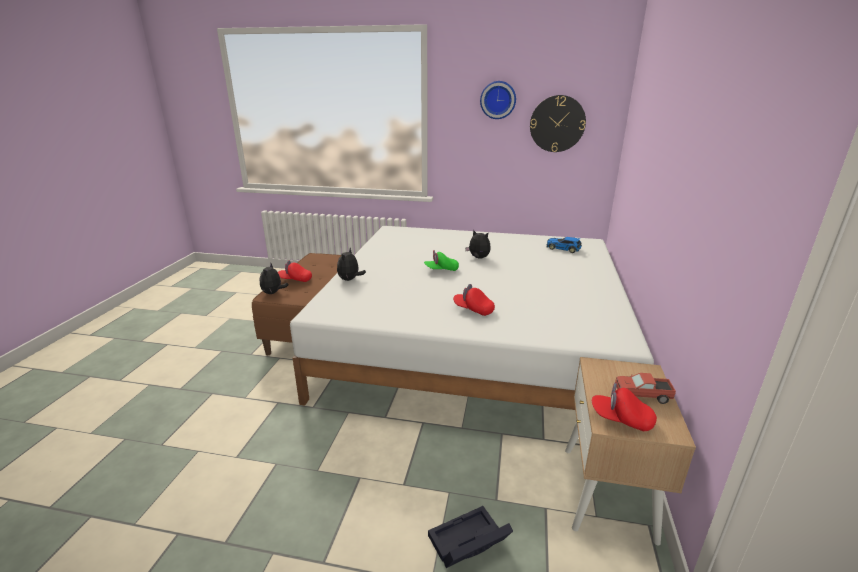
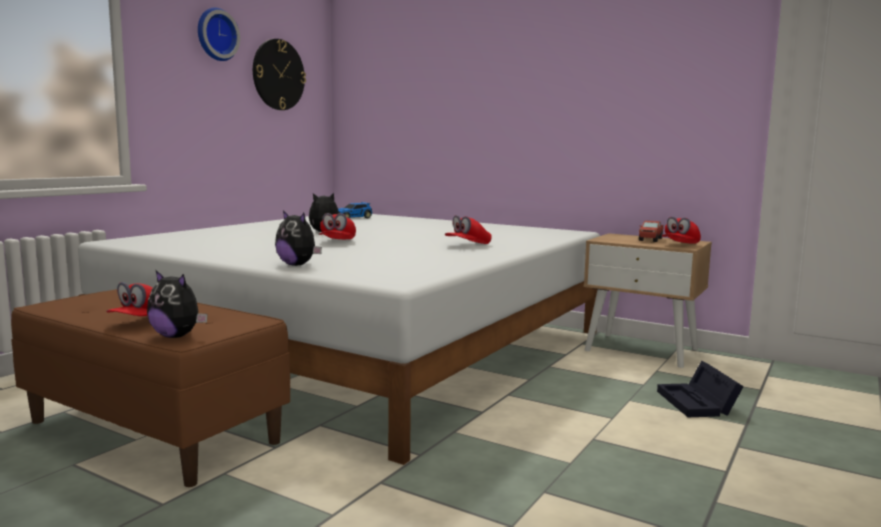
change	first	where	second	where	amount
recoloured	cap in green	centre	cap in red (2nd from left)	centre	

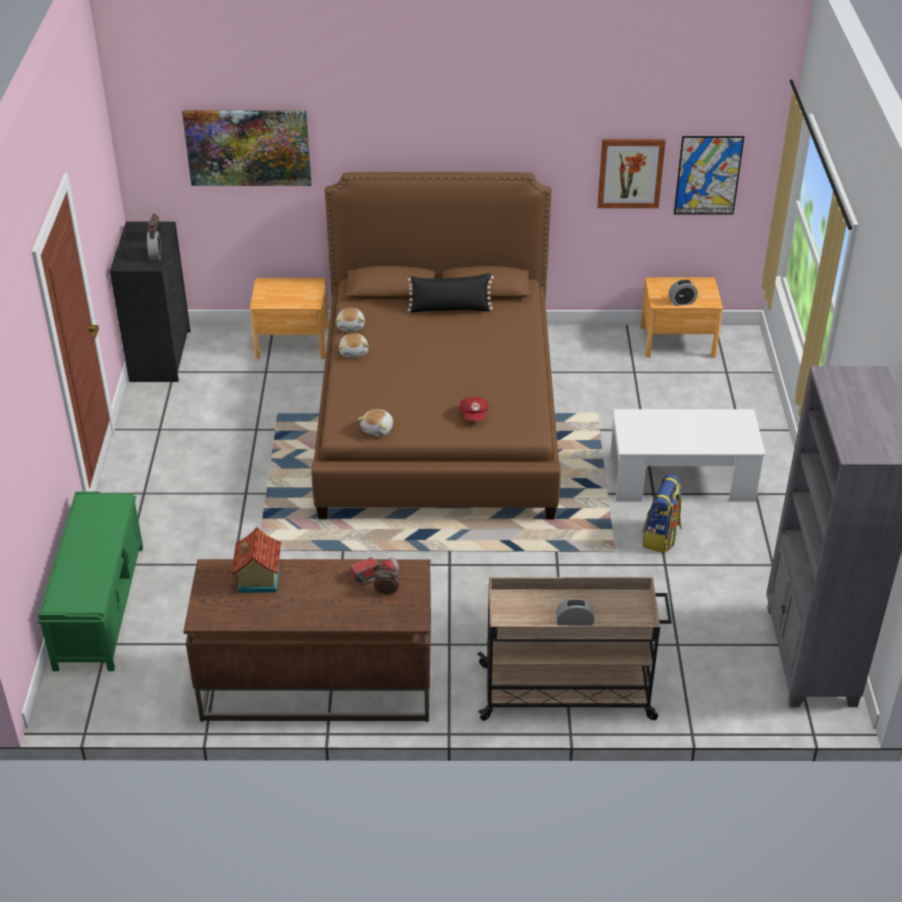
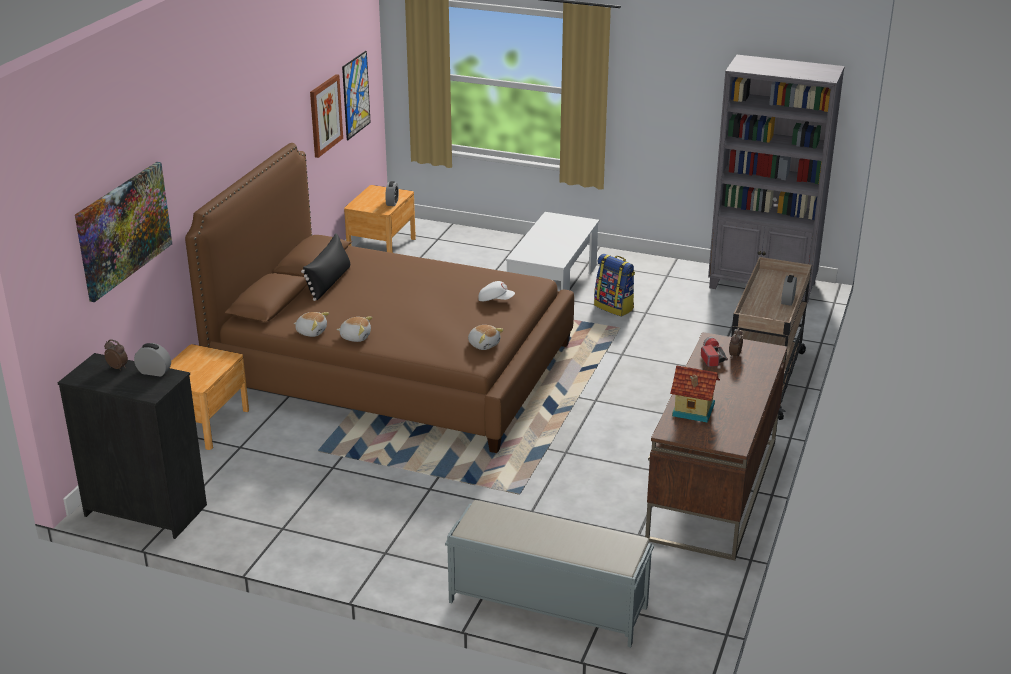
change	first	where	second	where	amount
recoloured	cap in red	centre	cap in white	centre	
recoloured	bench in green	middle left	bench in grey	bottom centre	

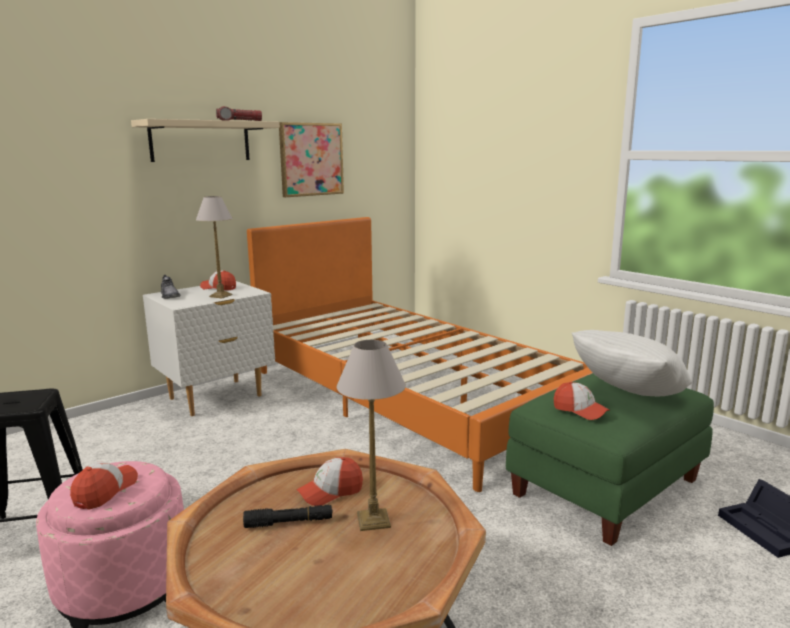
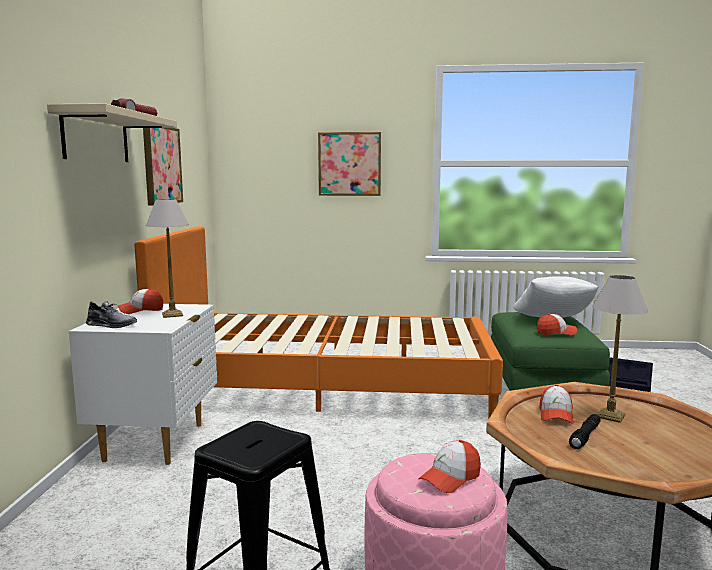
change	first	where	second	where	amount
turned	cap (1st from left in the first image)	bottom left	cap (2nd from left)	bottom centre	105 degrees counterclockwise
added			picture (2nd from left)	top centre	

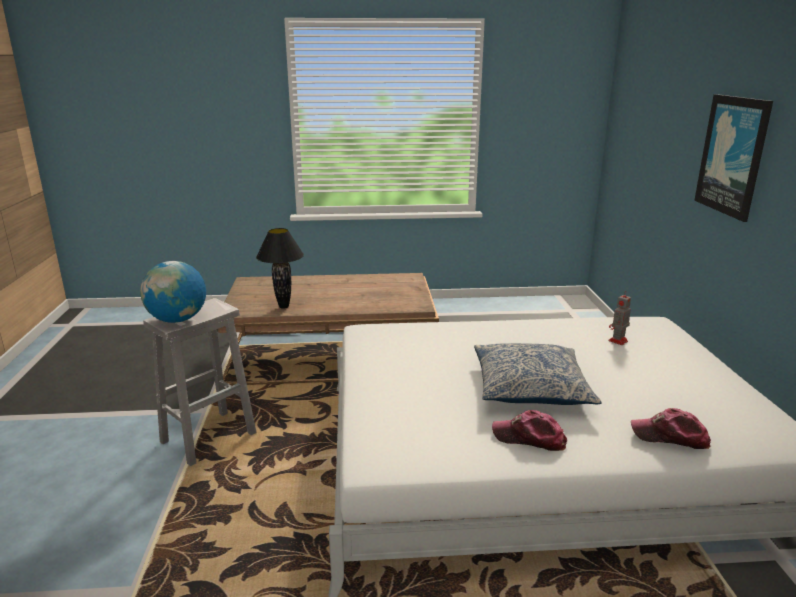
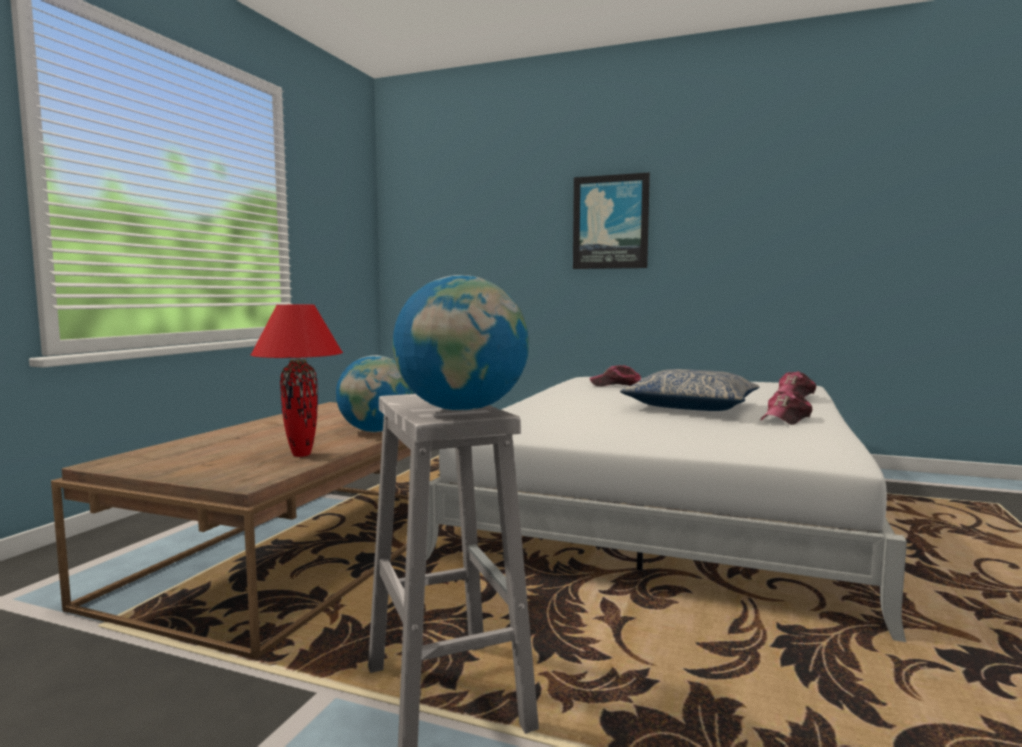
change	first	where	second	where	amount
recoloured	table lamp in black	centre	table lamp in red	middle left	
replaced	toy robot	middle right	cap (1st from left)	centre	
added			globe (1st from left)	centre	

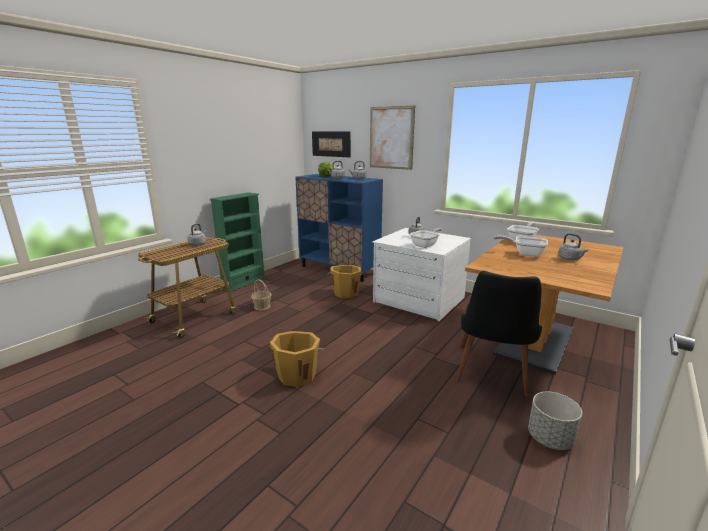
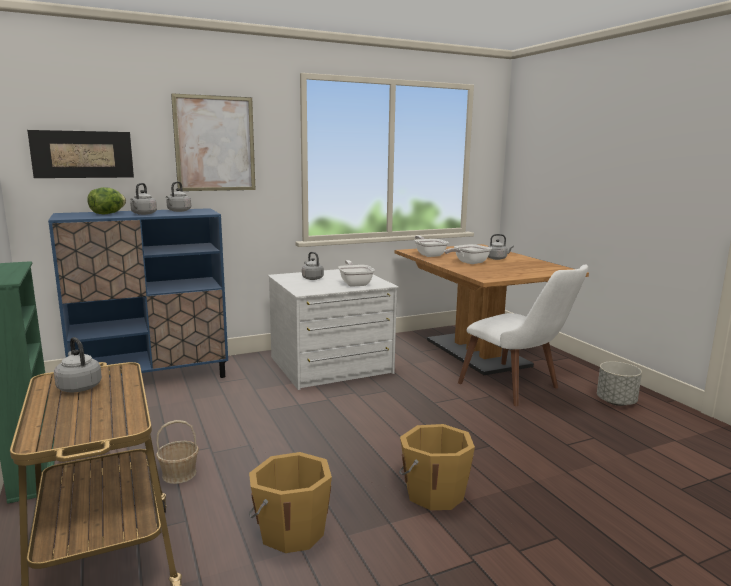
change	first	where	second	where	amount
moved	bucket in orange (2nd from left in the first image)	centre	bucket in orange (1st from left)	bottom centre	
recoloured	chair in black	middle right	chair in white	middle right	

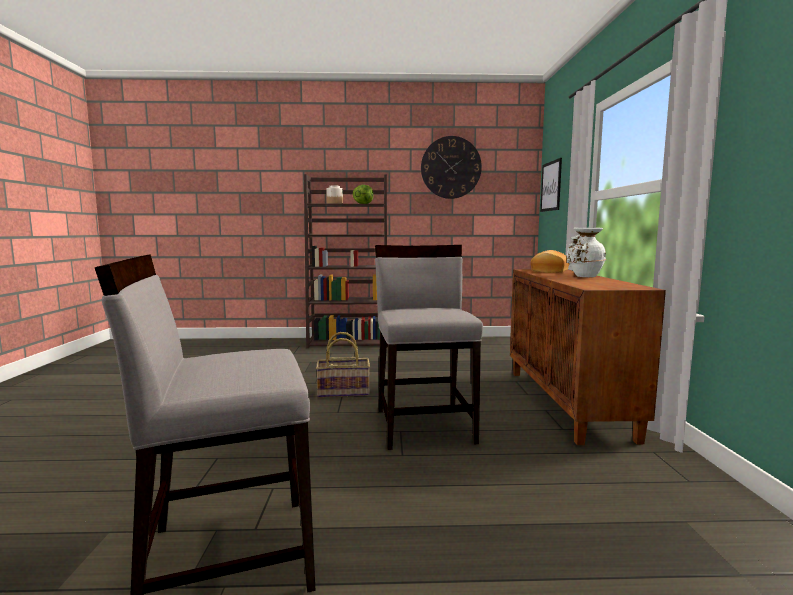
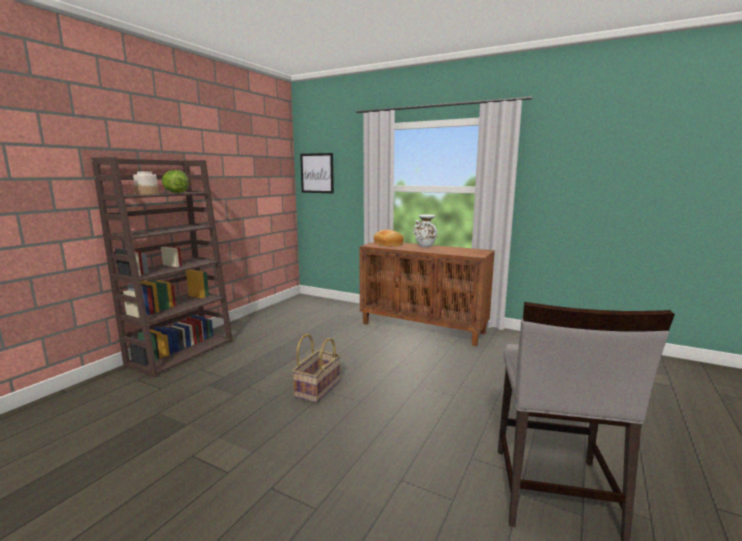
change	first	where	second	where	amount
removed	wall clock	top centre			
removed	chair in grey (2nd from left)	centre			

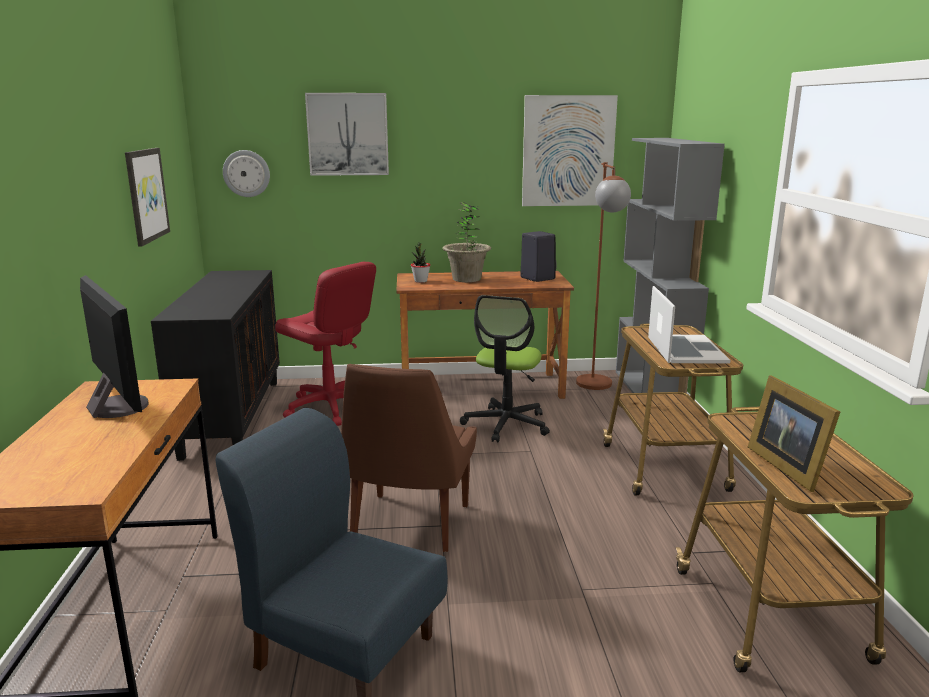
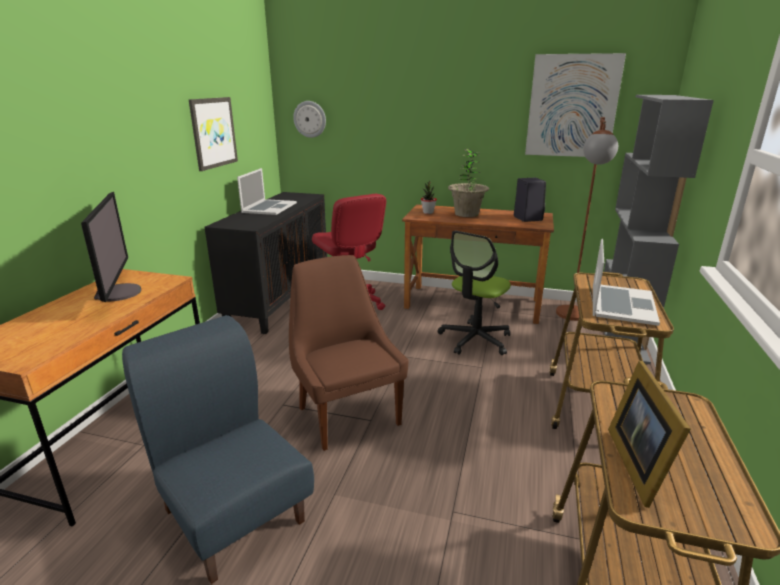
change	first	where	second	where	amount
removed	picture (2nd from left)	top centre			
turned	chair in brown	centre		centre	120 degrees clockwise
added			laptop (1st from left)	top centre	

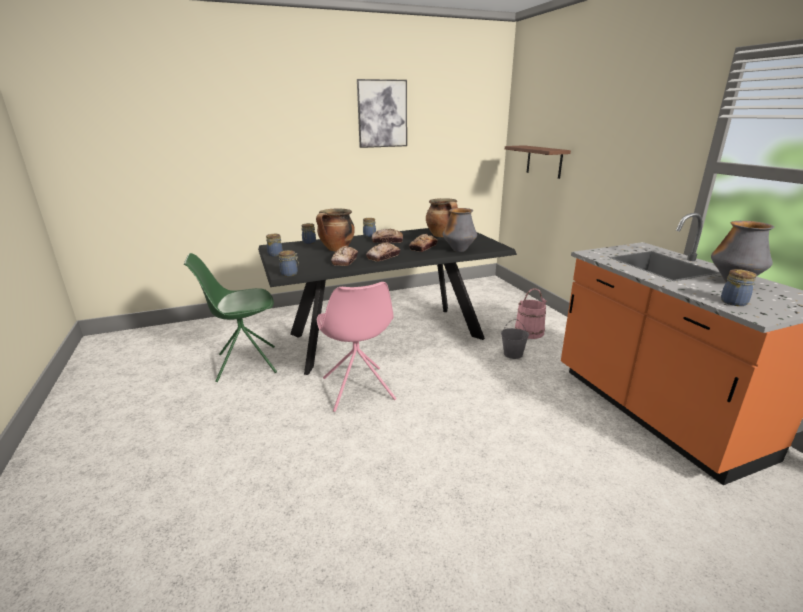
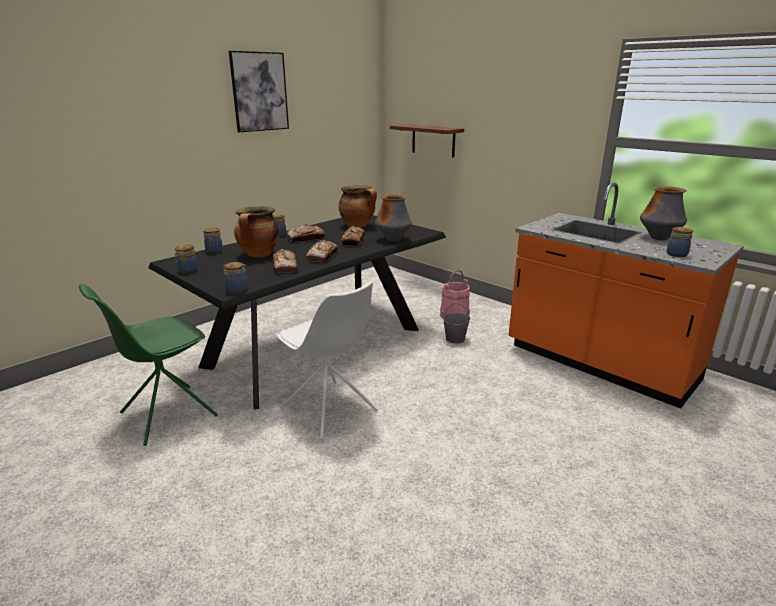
change	first	where	second	where	amount
recoloured	chair in pink	centre	chair in white	centre	

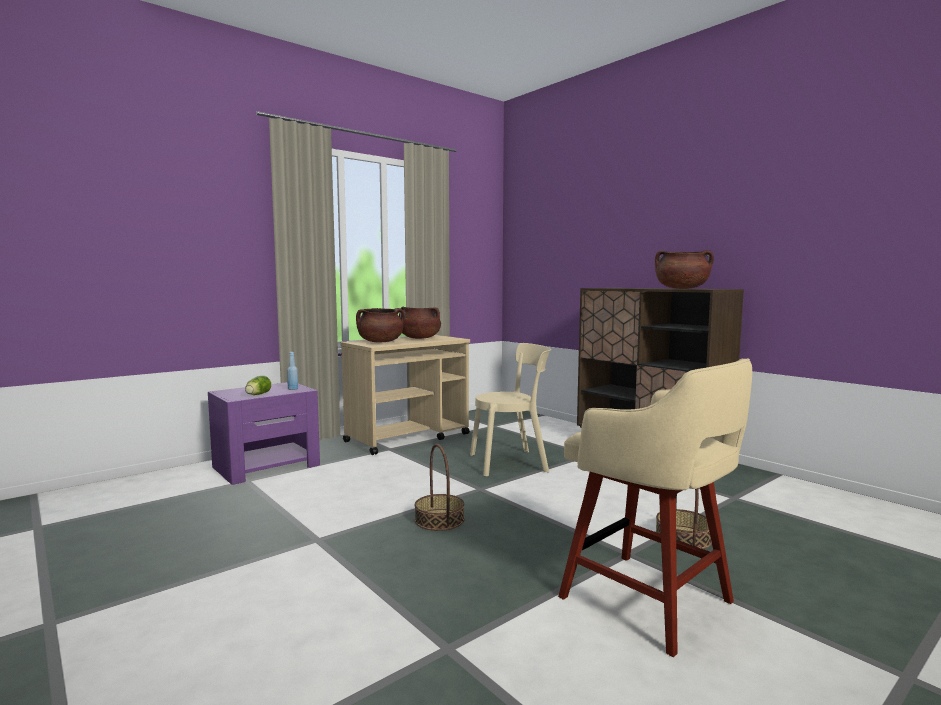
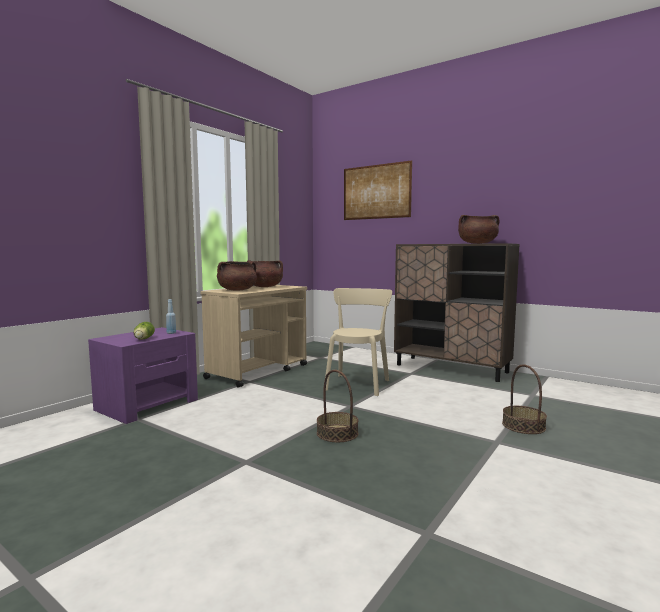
change	first	where	second	where	amount
turned	chair in beige	centre		centre	45 degrees counterclockwise
removed	stool in beige	bottom right			
added			picture	top centre	

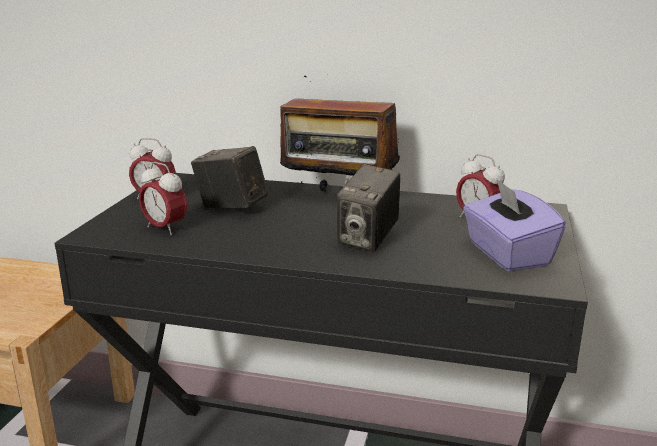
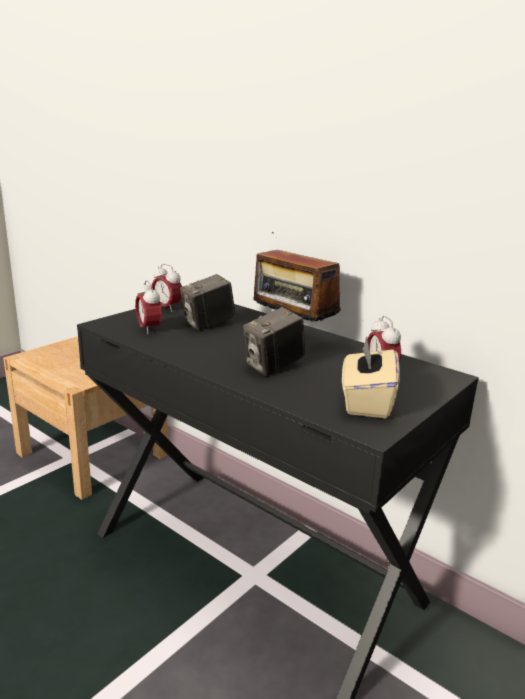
change	first	where	second	where	amount
turned	photo camera (1st from left)	centre		centre	90 degrees counterclockwise
recoloured	tissue box in purple	middle right	tissue box in beige	middle right	

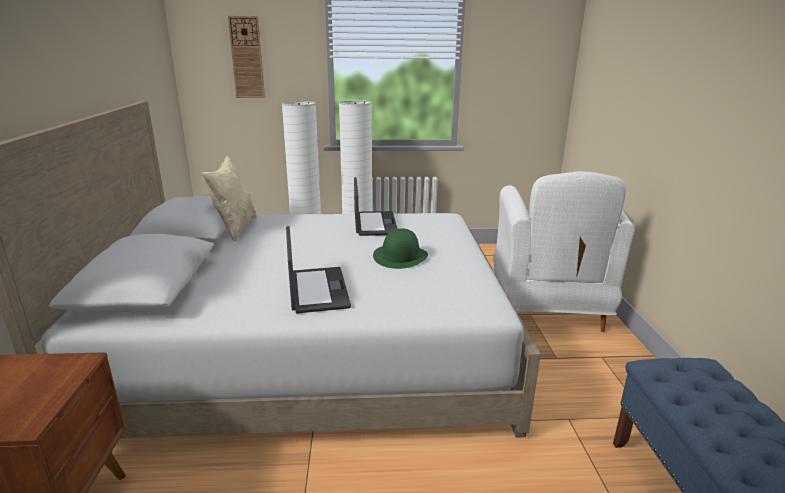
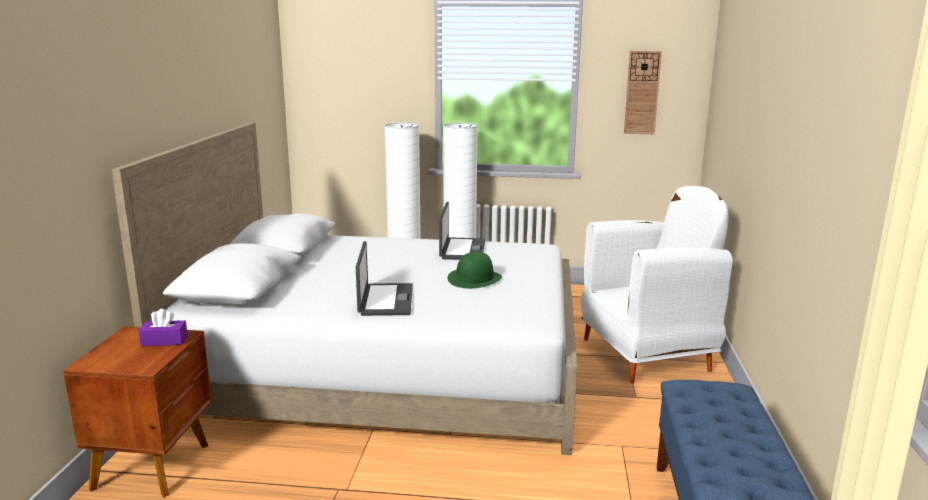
change	first	where	second	where	amount
moved	wall clock	top left		top right	
removed	pillow in beige	middle left			
turned	armchair in white	middle right		middle right	120 degrees counterclockwise
added			tissue box in purple	middle left	

